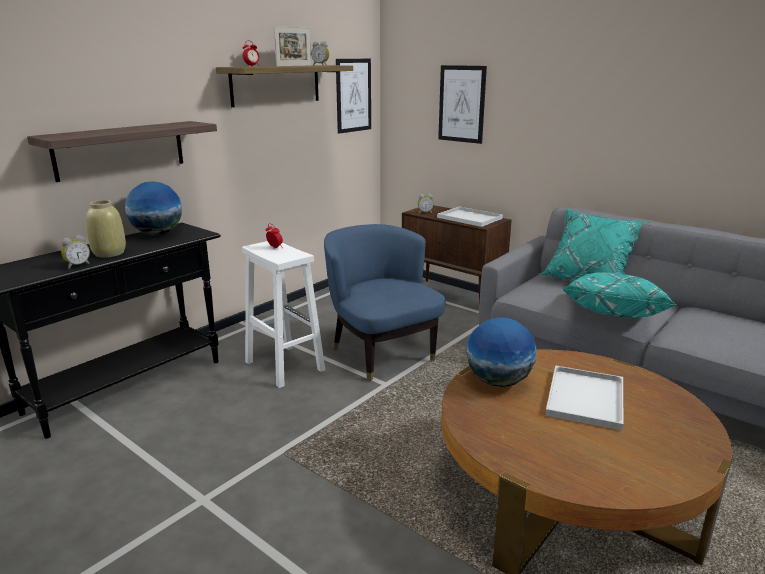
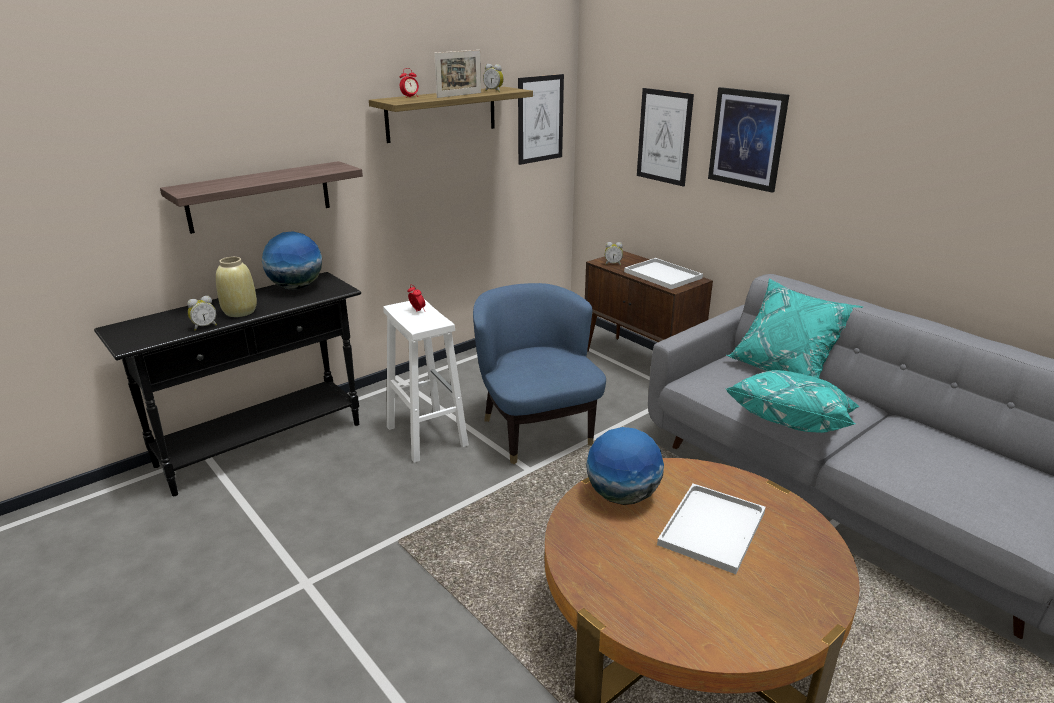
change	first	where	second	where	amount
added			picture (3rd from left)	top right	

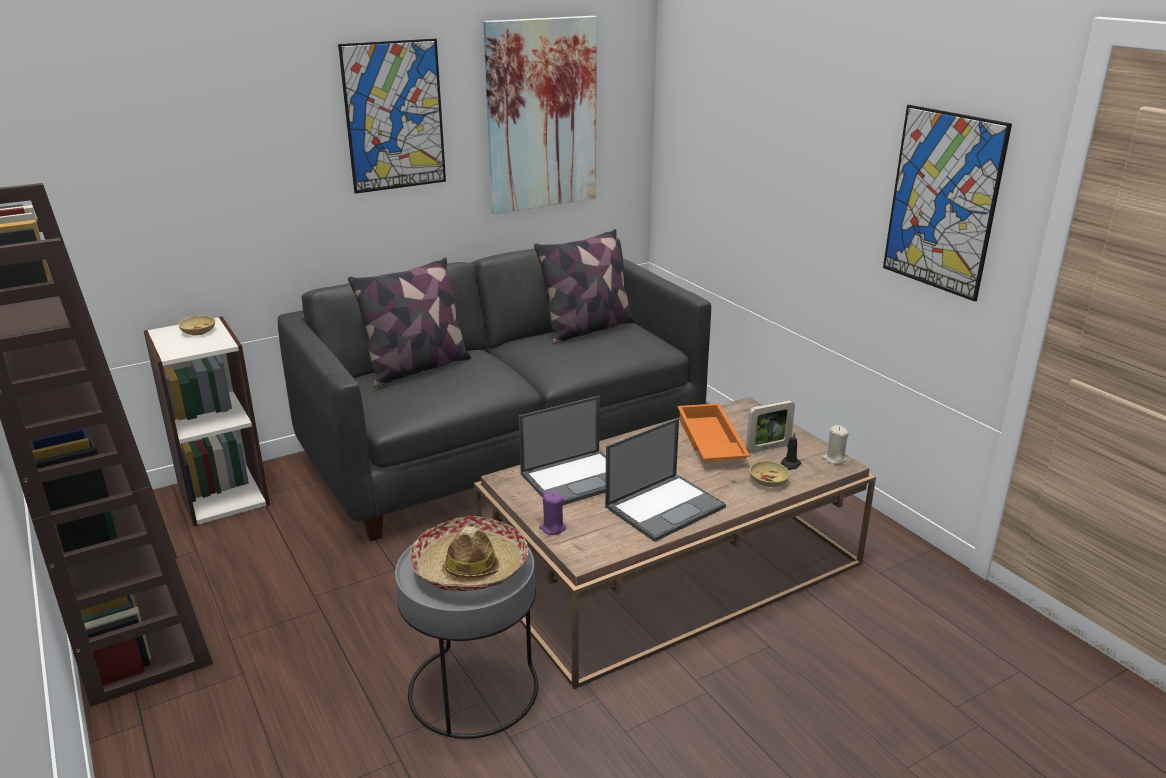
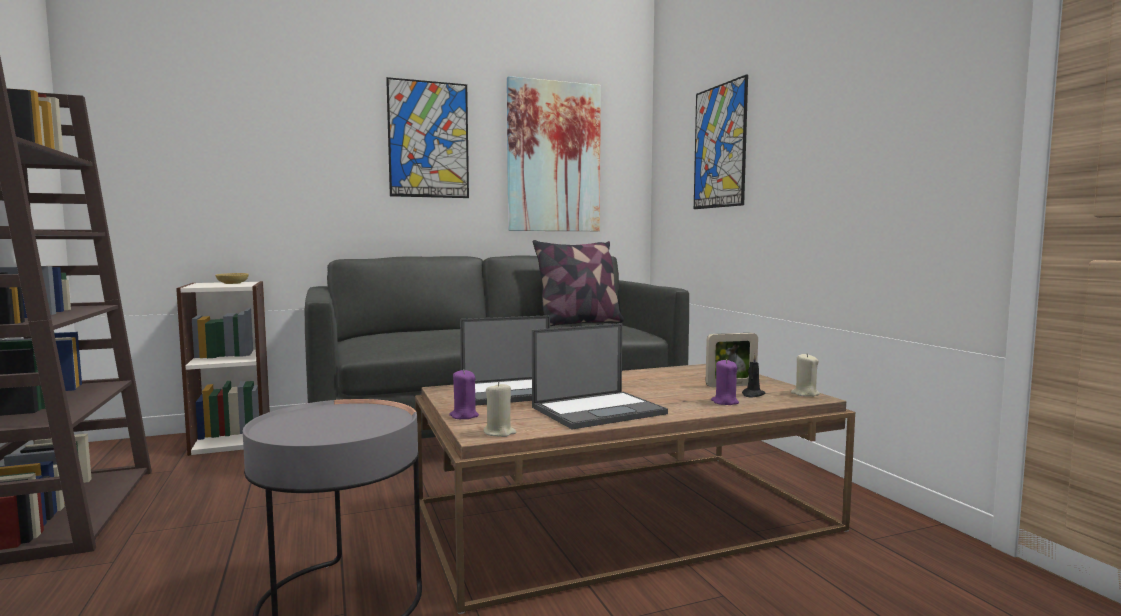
change	first	where	second	where	amount
moved	picture (3rd from left)	top right		top centre	
removed	pillow (1st from left)	centre			
removed	tray in orange	centre			
replaced	bowl in beige (2nd from left)	centre	candle in purple (2nd from left)	centre	
removed	hat	bottom centre			
added			candle in beige (1st from left)	centre	

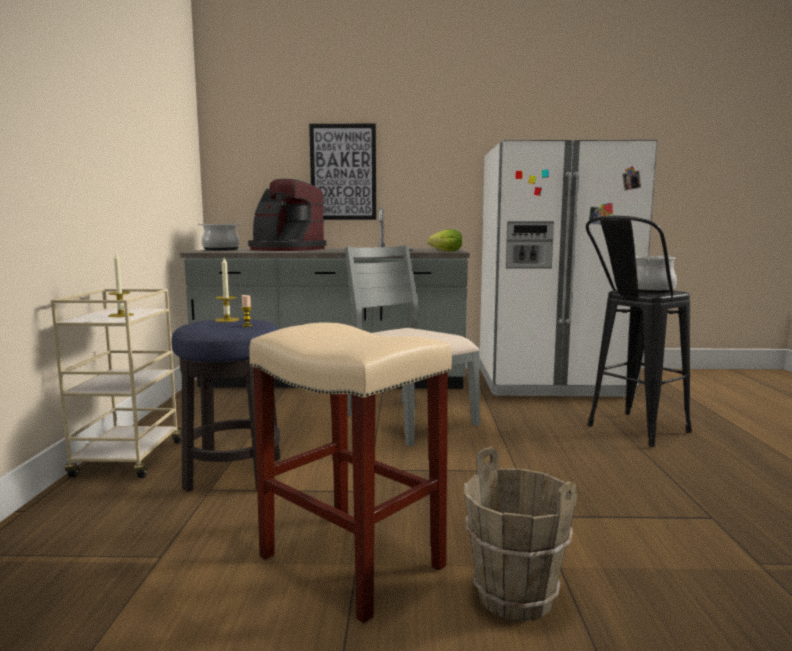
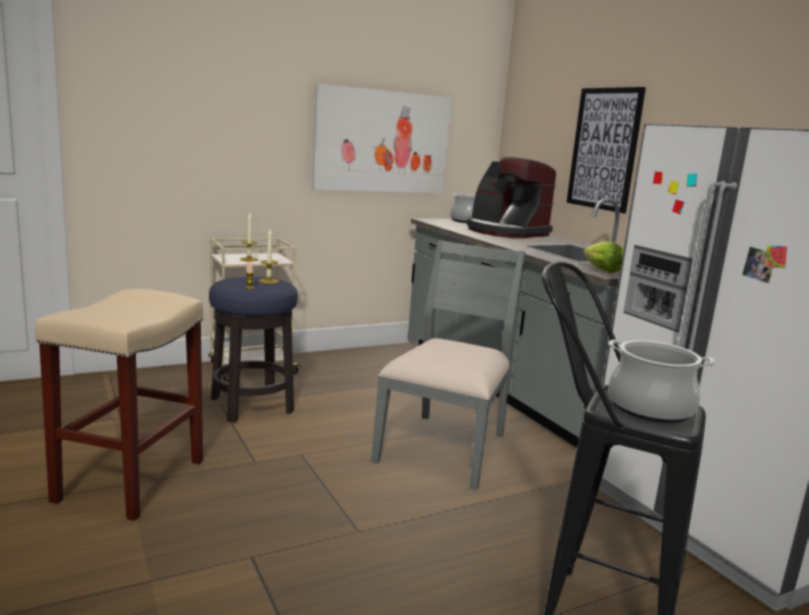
change	first	where	second	where	amount
turned	coffee machine	top centre		top centre	45 degrees counterclockwise
removed	bucket in brown	bottom centre			
added			picture (1st from left)	top centre	

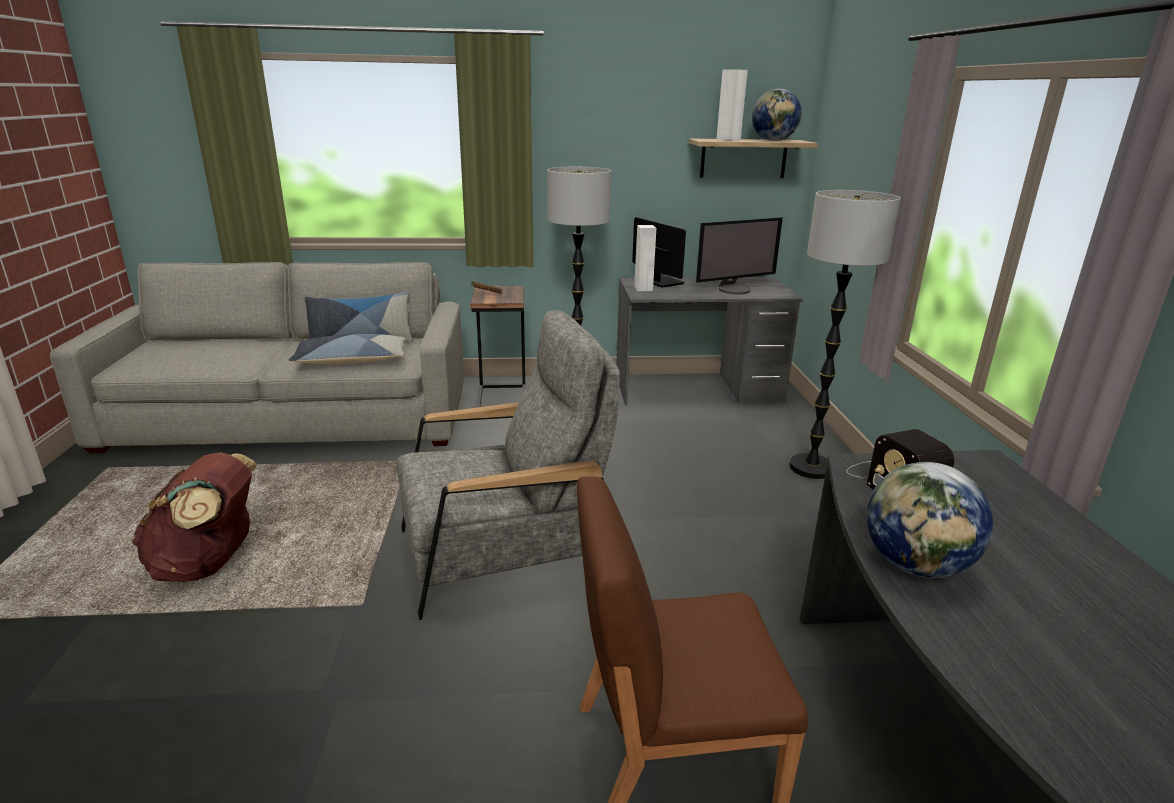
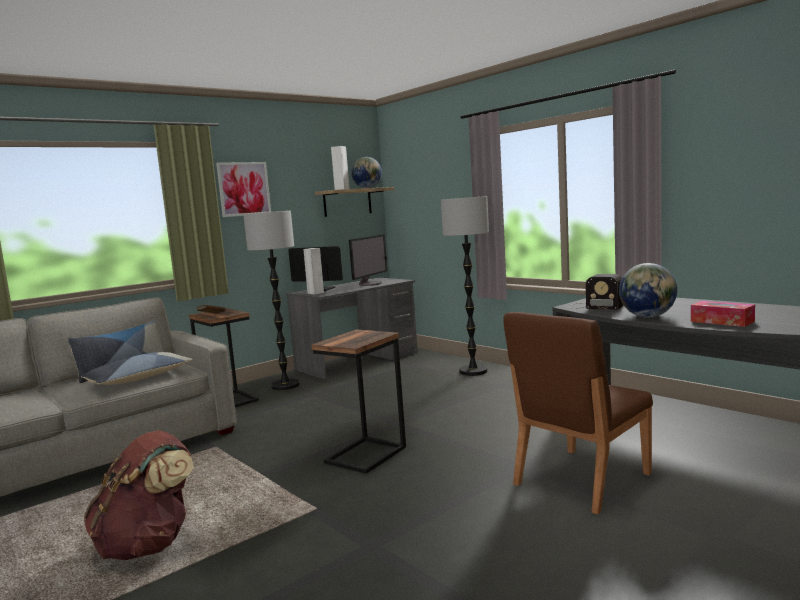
change	first	where	second	where	amount
replaced	armchair in grey	centre	side table (2nd from left)	bottom centre	
added			picture	top left	
added			tissue box	middle right	

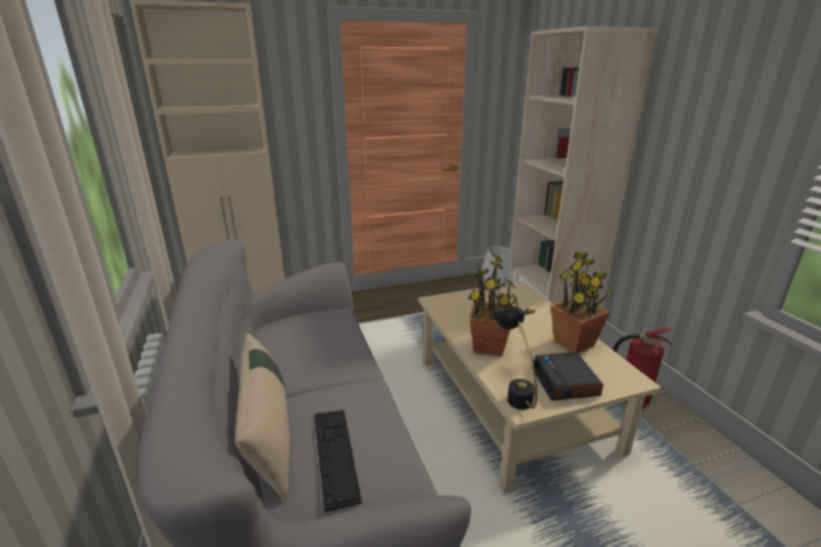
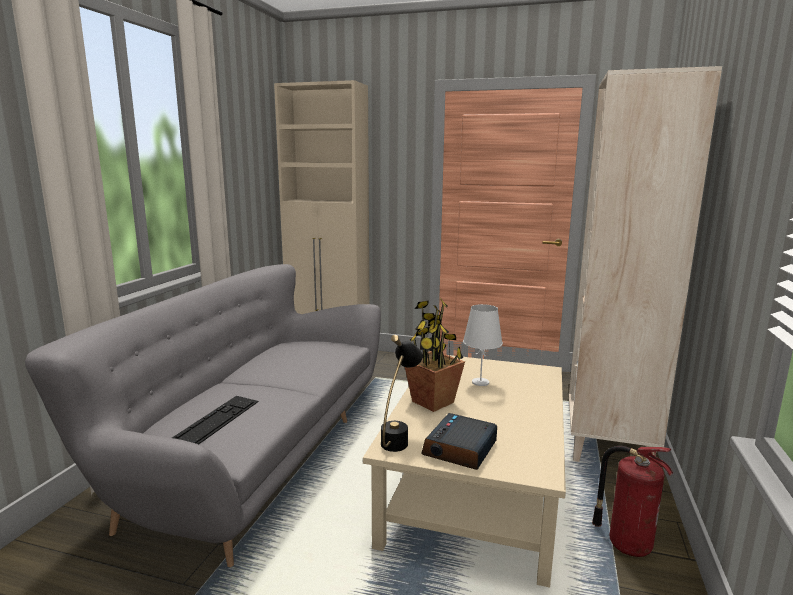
change	first	where	second	where	amount
removed	potted plant (2nd from left)	middle right			
removed	pillow in beige	bottom left			

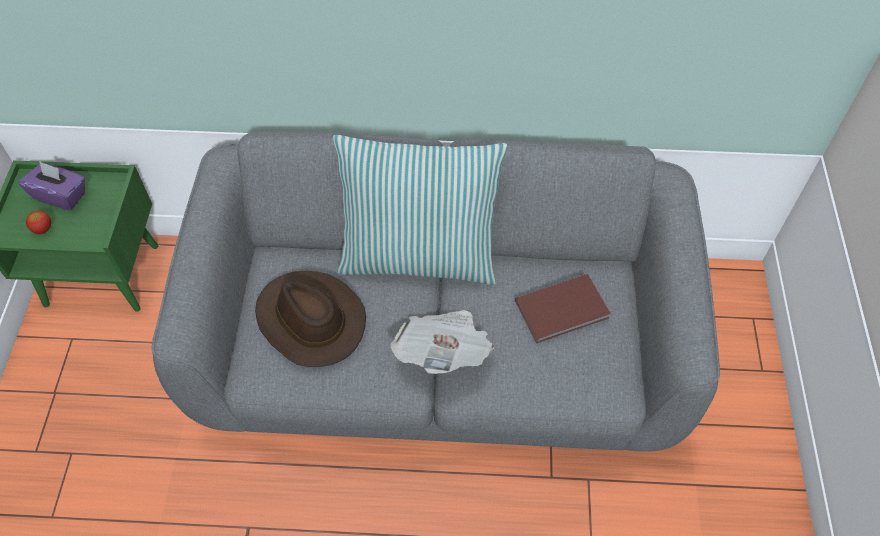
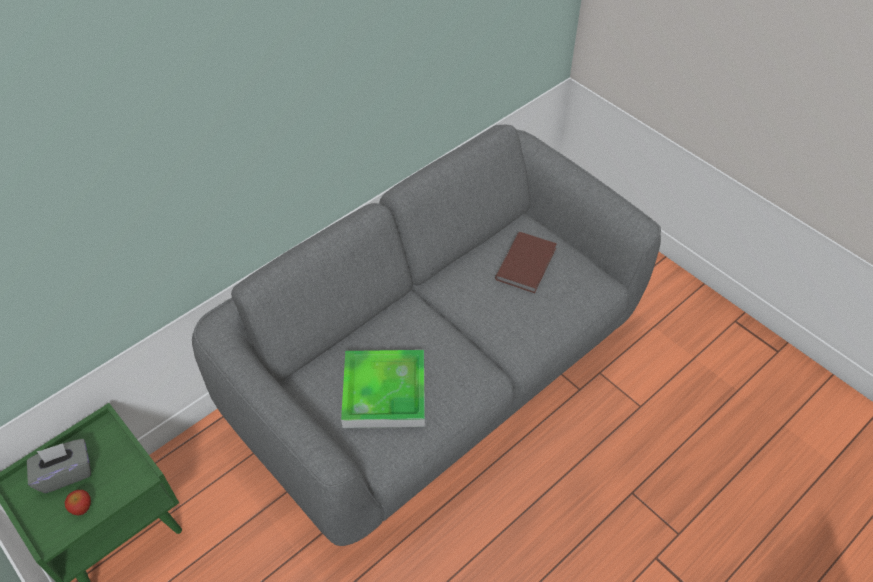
change	first	where	second	where	amount
removed	pillow	centre			
recoloured	tissue box in purple	middle left	tissue box in grey	bottom left	
replaced	hat in brown	centre	tray	bottom centre	
removed	newspaper	centre			

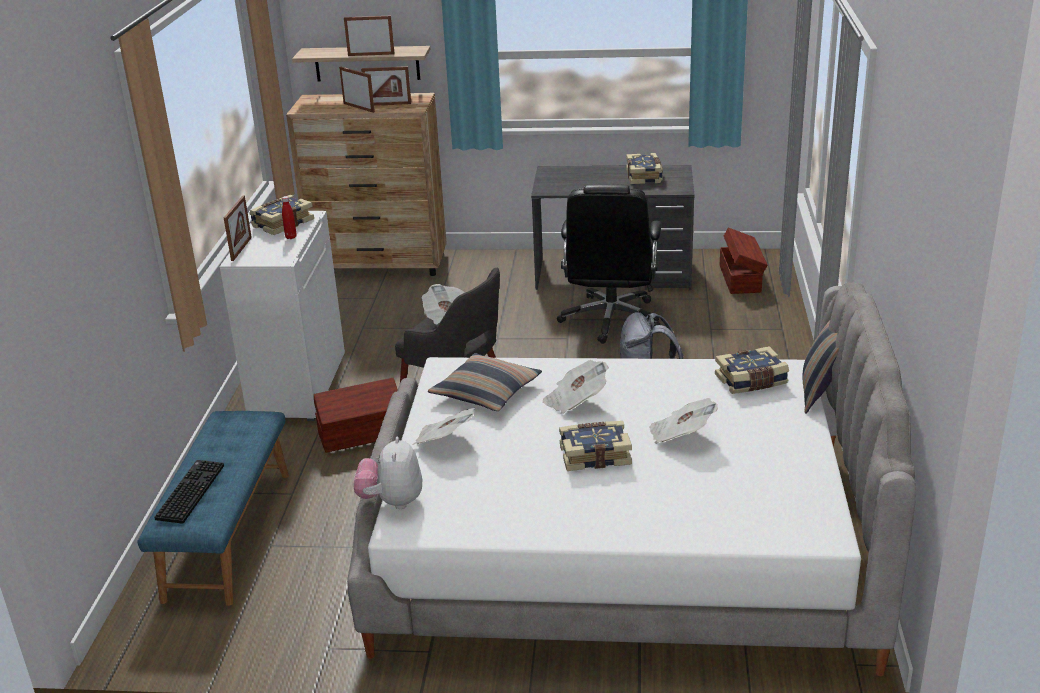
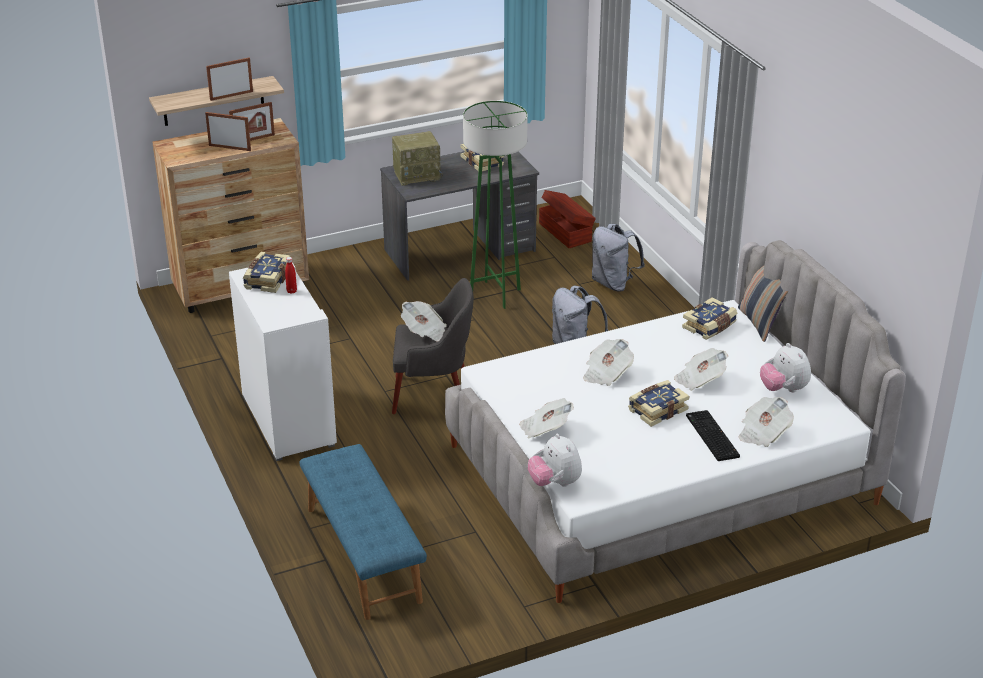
change	first	where	second	where	amount
replaced	office chair in black	centre	floor lamp in green	top centre	
removed	picture frame (1st from left)	top left			
removed	pillow (1st from left)	centre			
removed	storage box in brown (1st from left)	centre			
moved	keyboard	bottom left		middle right	
added			radio	top centre	
added			backpack in grey (2nd from left)	centre	
added			plush toy (2nd from left)	middle right	
added			newspaper (5th from left)	middle right	

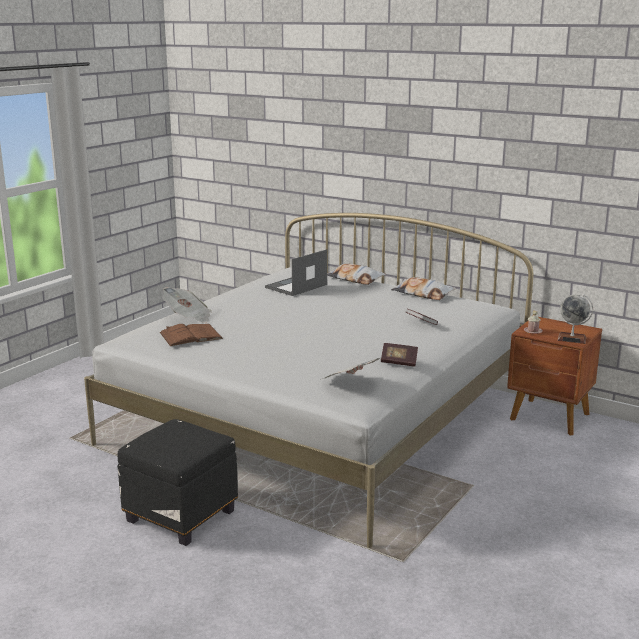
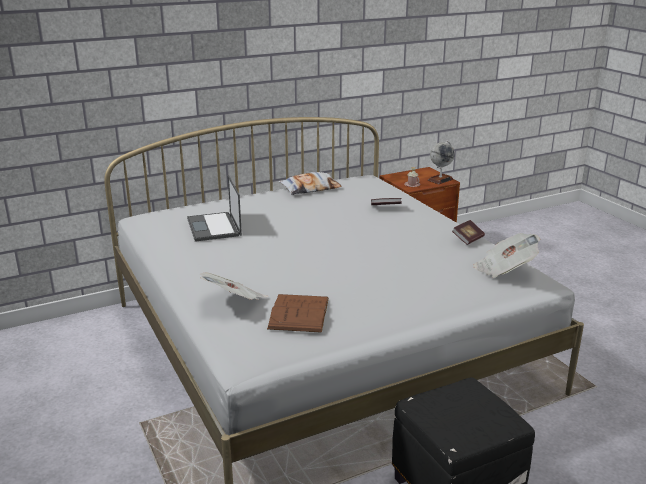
change	first	where	second	where	amount
removed	pillow (1st from left)	centre			

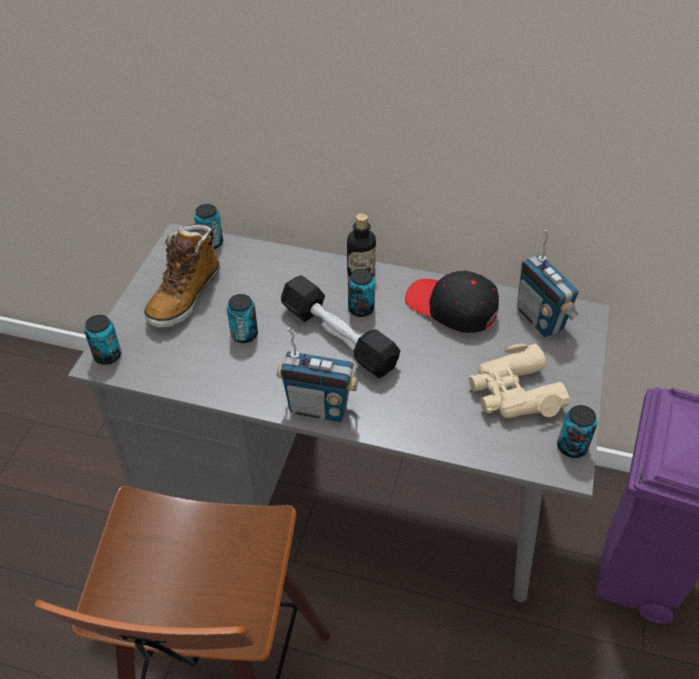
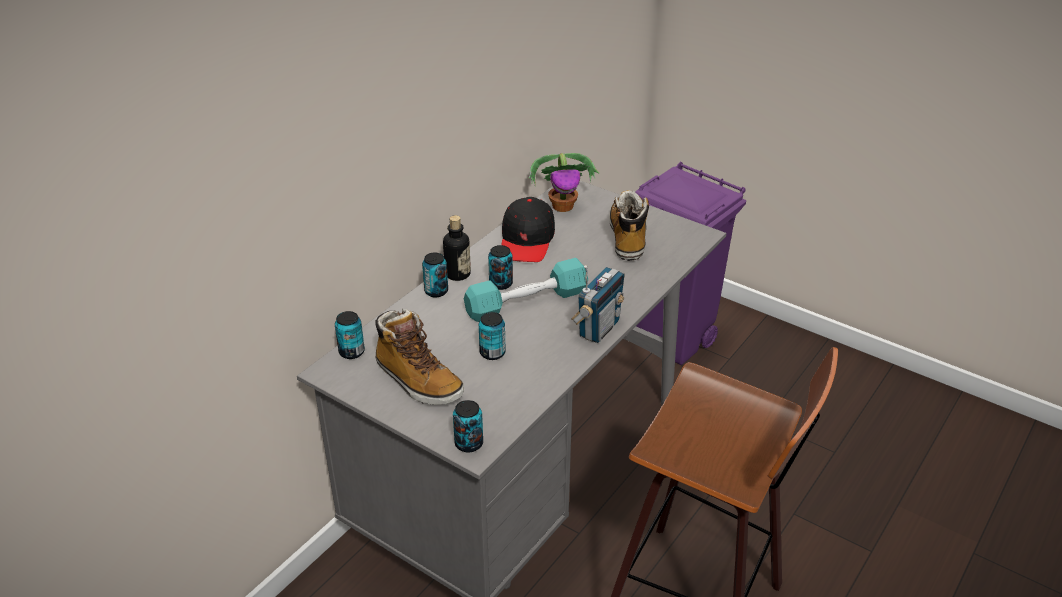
change	first	where	second	where	amount
replaced	radio (2nd from left)	middle right	potted plant	top centre	
turned	cap in black	centre		centre	45 degrees counterclockwise
recoloured	dumbbell in black	centre	dumbbell in turquoise	centre	
replaced	binoculars in beige	middle right	boot (2nd from left)	centre	
moved	can (5th from left in the first image)	middle right	can (2nd from left)	centre	

